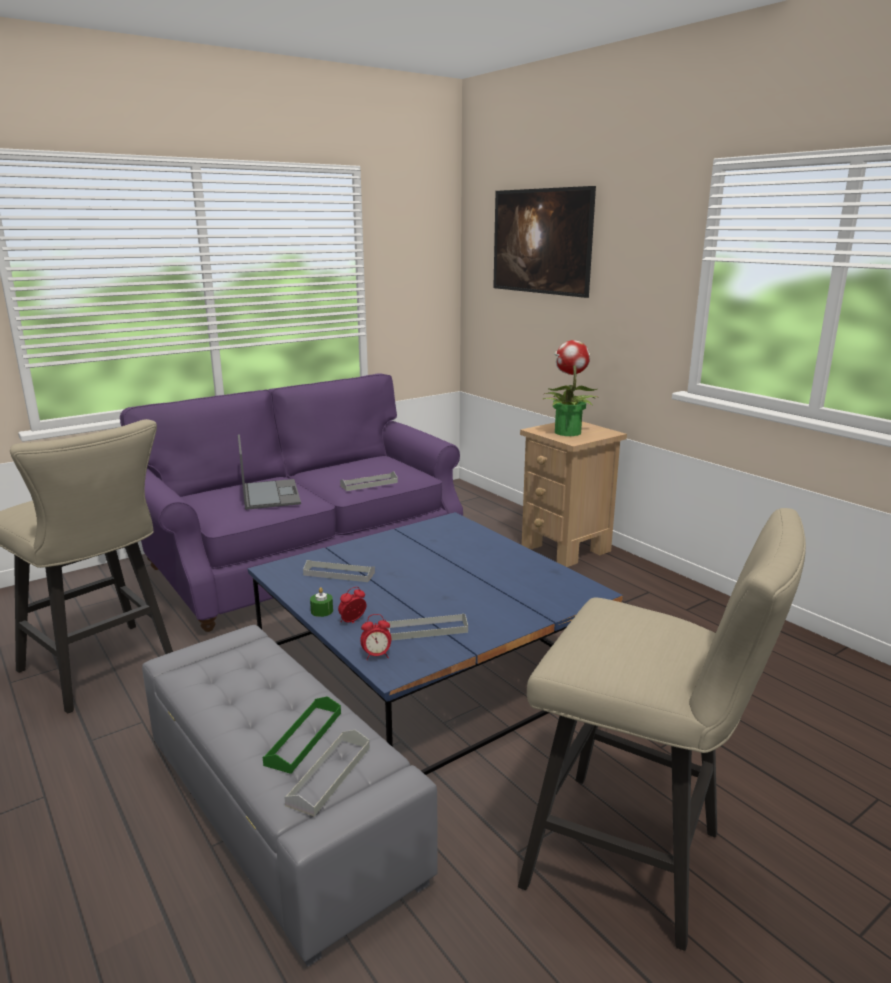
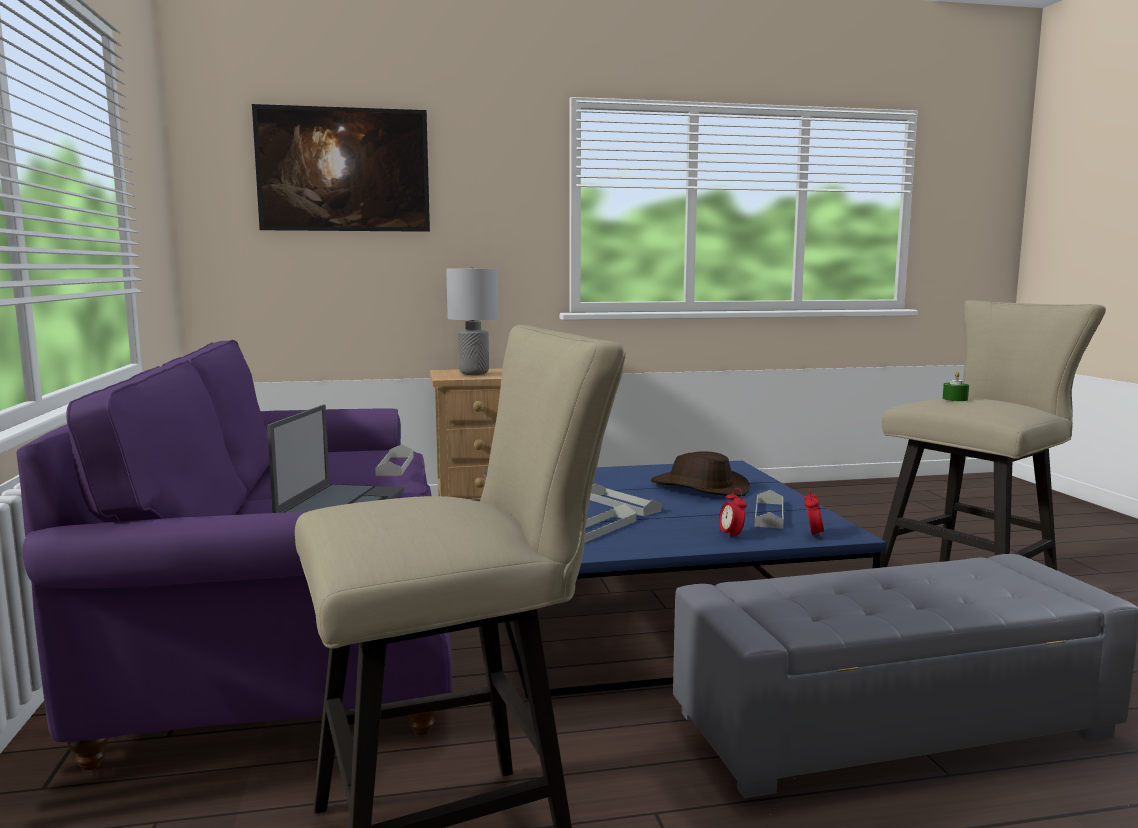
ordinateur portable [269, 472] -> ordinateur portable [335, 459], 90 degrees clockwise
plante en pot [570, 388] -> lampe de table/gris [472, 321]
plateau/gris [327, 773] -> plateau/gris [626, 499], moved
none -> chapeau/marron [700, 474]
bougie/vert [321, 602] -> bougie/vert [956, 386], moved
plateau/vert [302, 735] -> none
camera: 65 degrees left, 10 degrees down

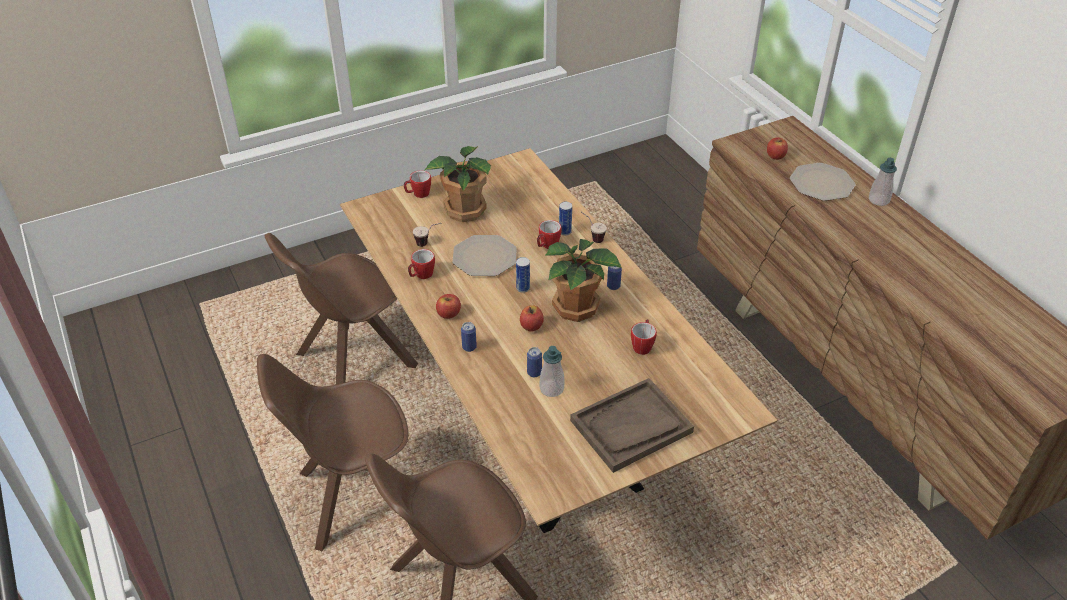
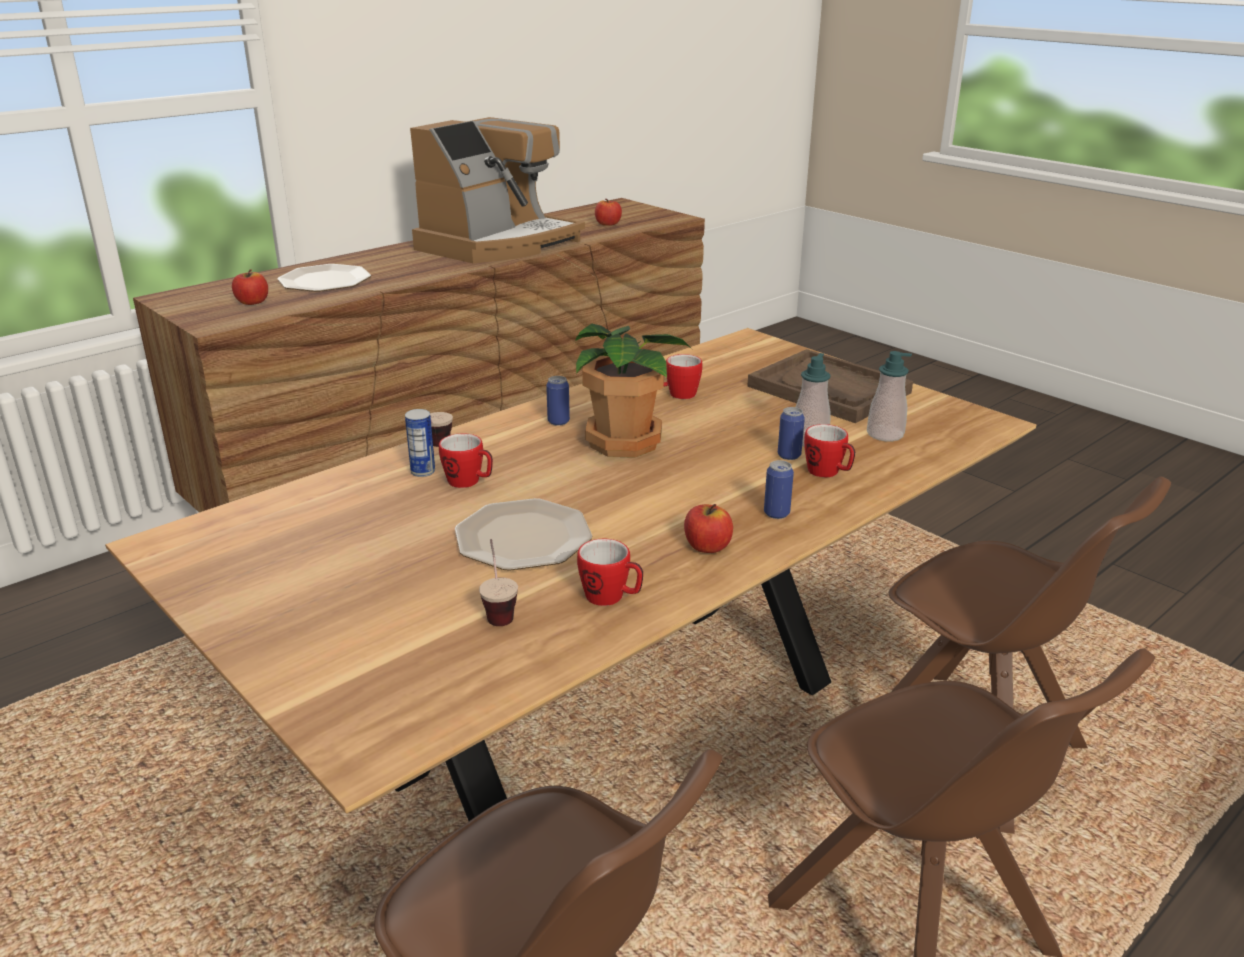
none -> machine à café [497, 190]
pomme [532, 318] -> pomme [608, 212], moved
mug [417, 184] -> mug [829, 450], moved
distributeur de savon [883, 182] -> distributeur de savon [889, 396], moved
plante en pot [457, 184] -> none
boîte métallique [523, 275] -> none
camera: 105 degrees left, 15 degrees down

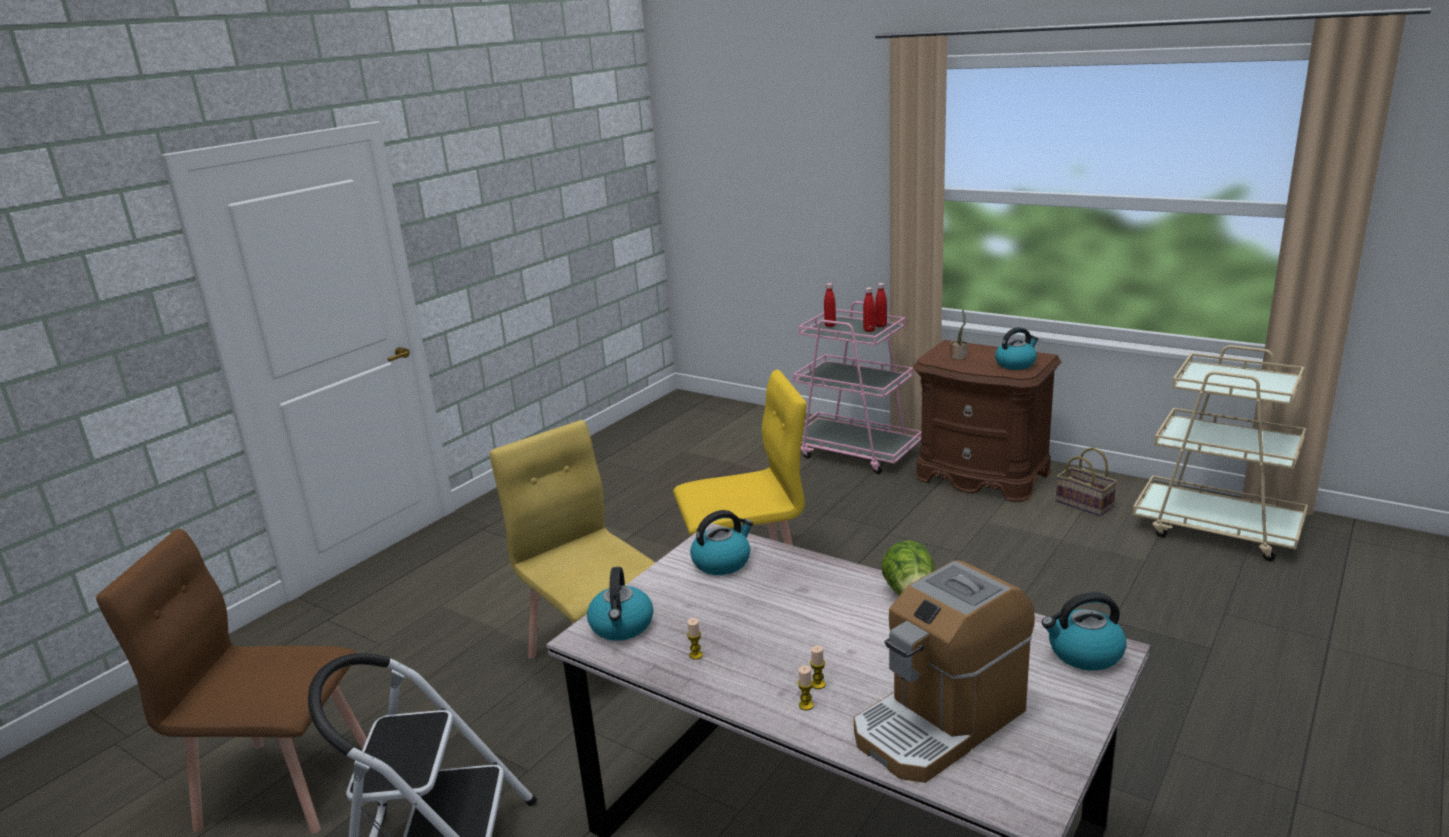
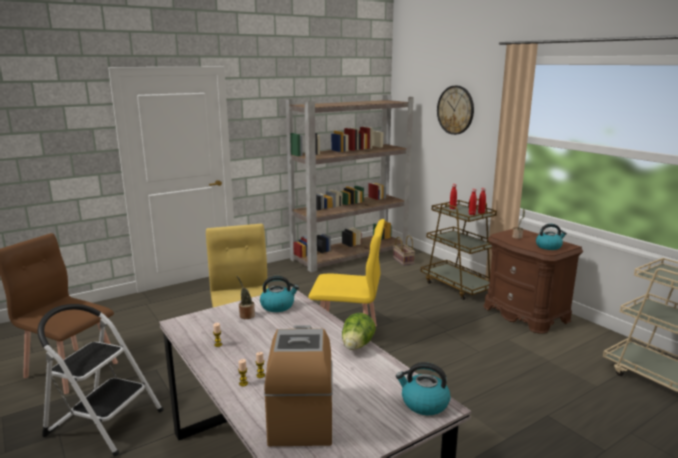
none -> plante en pot [245, 297]
machine à café [944, 672] -> machine à café [298, 385], 105 degrees clockwise
none -> bibliothèque/marron [350, 184]
panier [1086, 482] -> panier [404, 250], moved
chariot/rose [857, 387] -> chariot/marron [459, 249]
none -> horloge murale [455, 110]
bouilloire [620, 604] -> none
camera: 20 degrees right, 5 degrees down

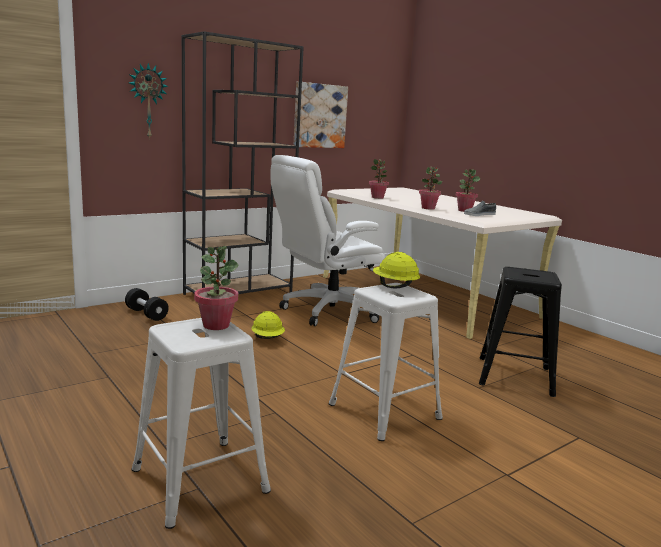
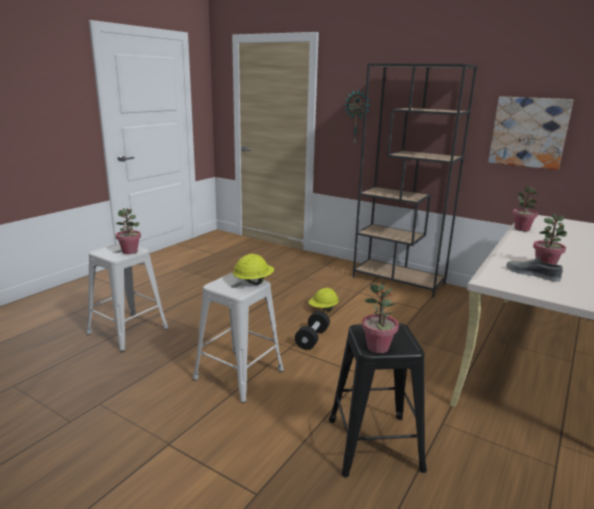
haltère/noir [147, 304] -> haltère/noir [312, 330], moved
plante en pot [430, 188] -> plante en pot [380, 318], moved
chaise de bureau/blanc [327, 240] -> none
camera: 70 degrees right, 5 degrees up

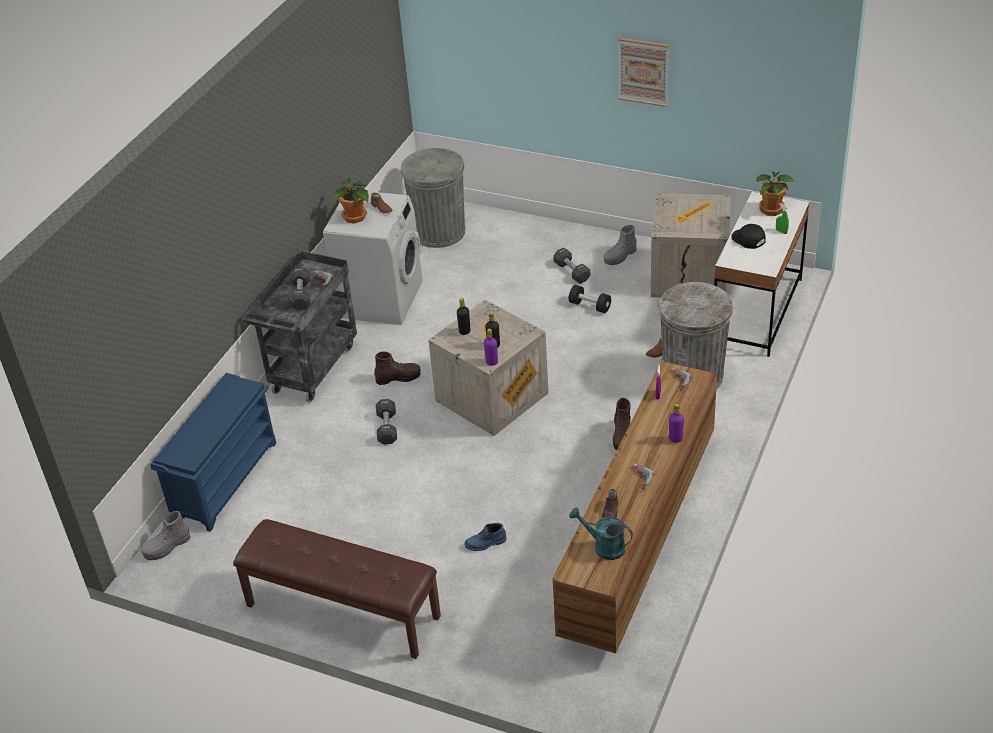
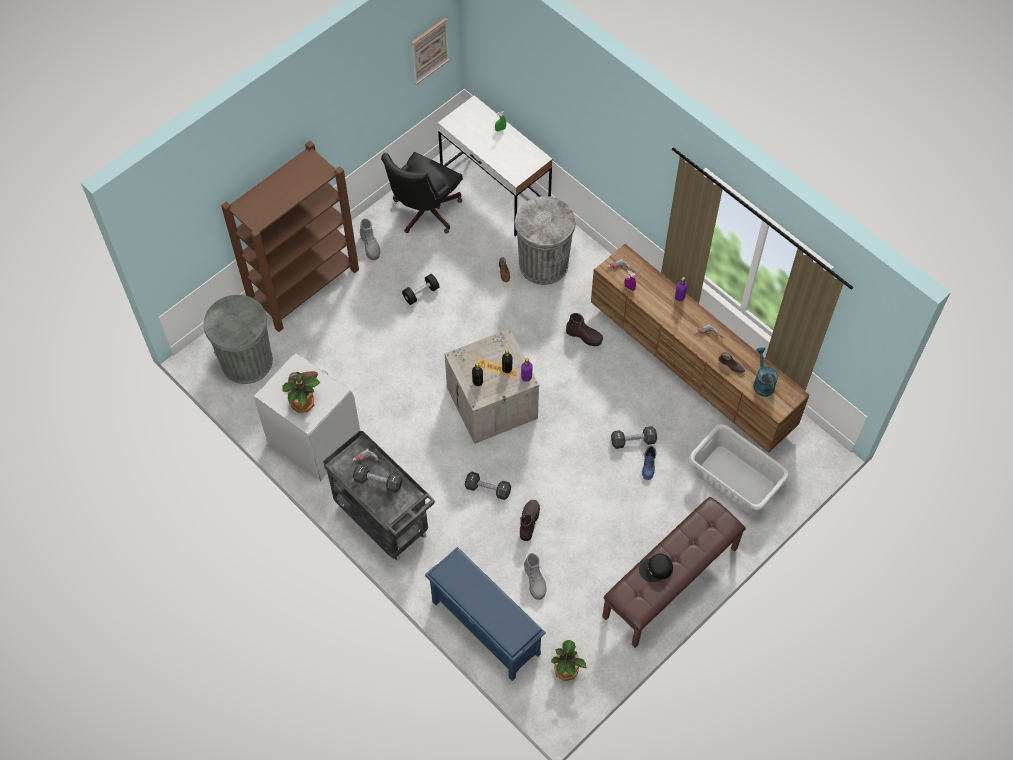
none -> bibliothèque/marron [290, 236]
caisse [691, 245] -> chaise de bureau/noir [422, 192]
tableau [643, 72] -> tableau [430, 51], moved
botte/marron [397, 368] -> botte/marron [530, 520], moved
botte/gris [166, 535] -> botte/gris [535, 576], moved
plante en pot [775, 193] -> plante en pot [569, 660], moved
haltère/noir [572, 266] -> haltère/noir [634, 437], moved
casquette/noir [748, 236] -> casquette/noir [656, 568], moved
none -> panier à linge/gris [739, 468]
arrosoir/turquoise [601, 533] -> arrosoir/turquoise [765, 372], 120 degrees clockwise
camera: 70 degrees left, 20 degrees up

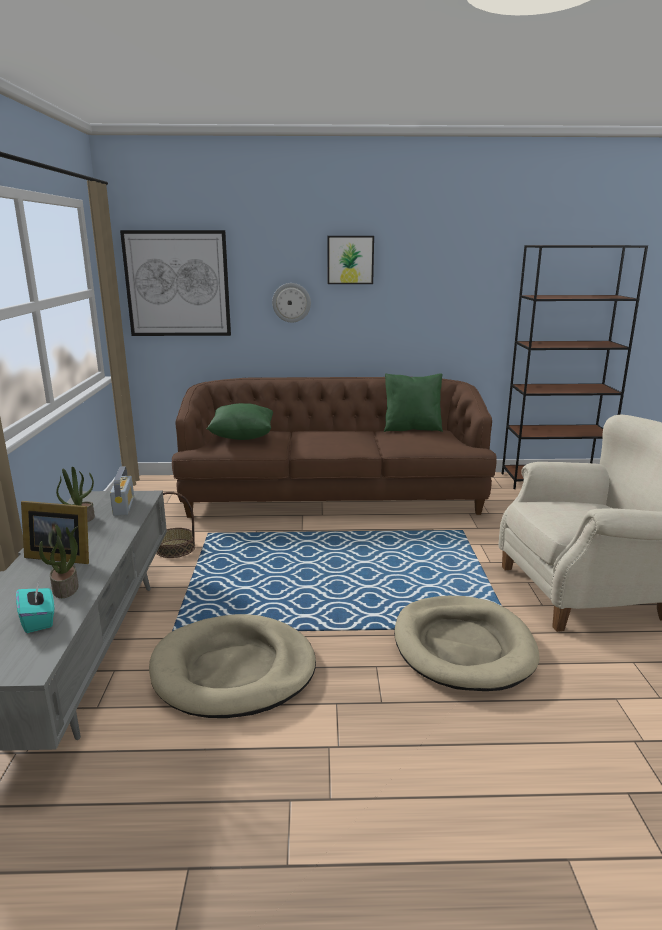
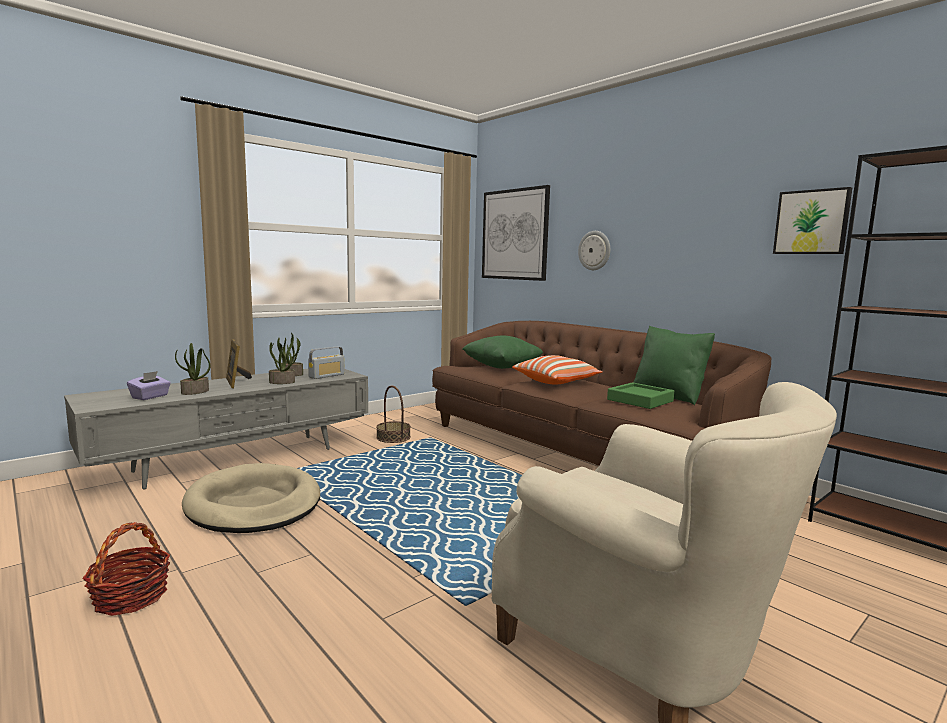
none -> panier [126, 569]
boîte à mouchoirs/turquoise [35, 608] -> boîte à mouchoirs/violet [149, 385]
none -> plante en pot [282, 361]
none -> coussin [557, 369]
none -> plateau/vert [640, 395]
tableau [350, 260] -> tableau [812, 220], moved
panier pour chien/beige [466, 643] -> none
camera: 50 degrees right, 10 degrees down

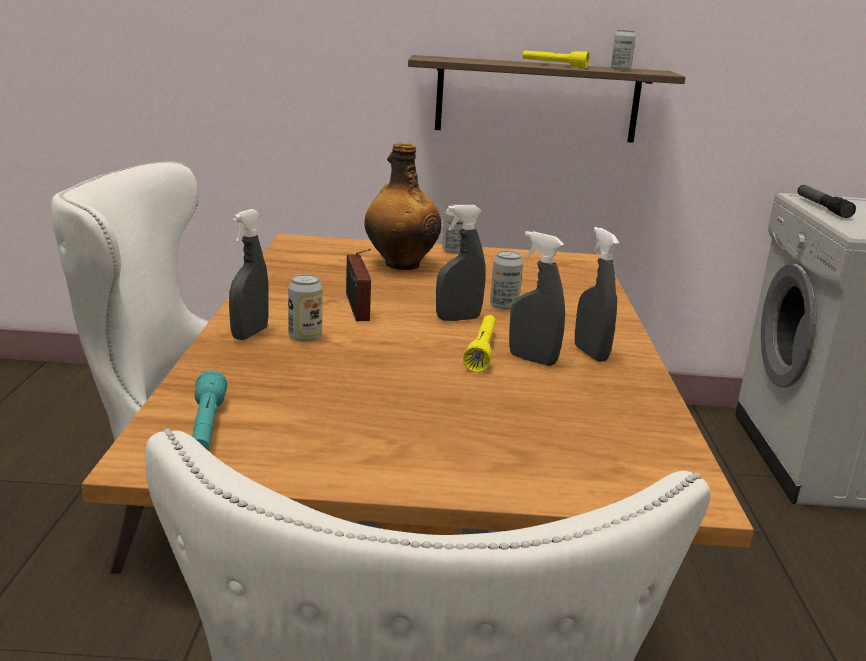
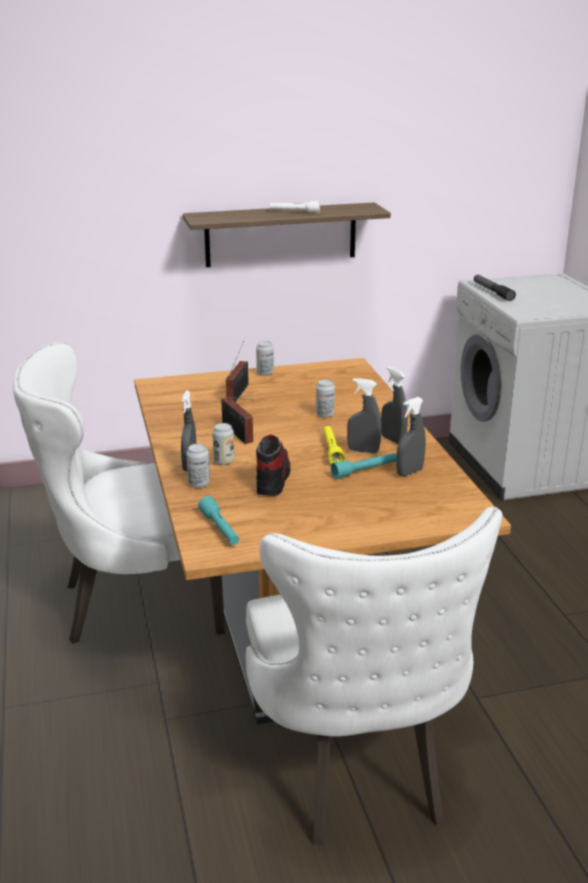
boîte métallique [623, 50] -> boîte métallique [198, 466], moved
bouteille [403, 206] -> radio [237, 371]
none -> chaussure [273, 465]
lampe de poche/jaune [556, 59] -> lampe de poche/blanc [295, 207]
none -> lampe de poche/turquoise [364, 466]
vaporisateur/gris [461, 263] -> vaporisateur/gris [411, 437], moved
camera: 15 degrees left, 5 degrees up

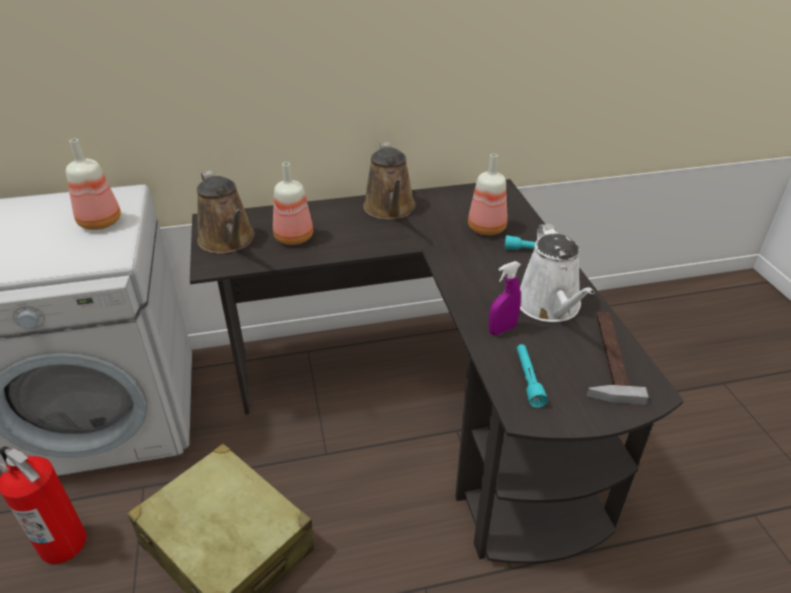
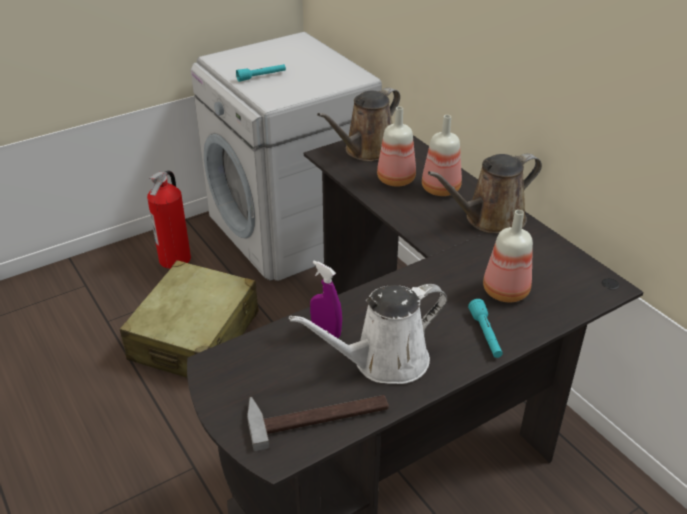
lampe de poche/turquoise [532, 376] -> lampe de poche/turquoise [261, 73], moved
bouteille [93, 184] -> bouteille [442, 155], moved
camera: 70 degrees right, 0 degrees up

